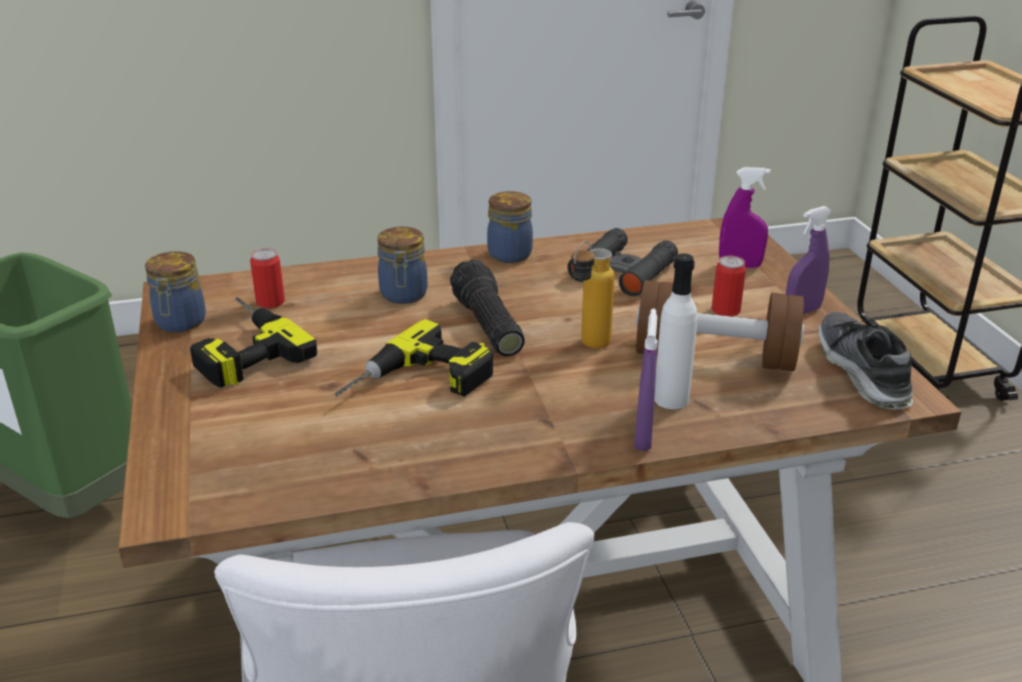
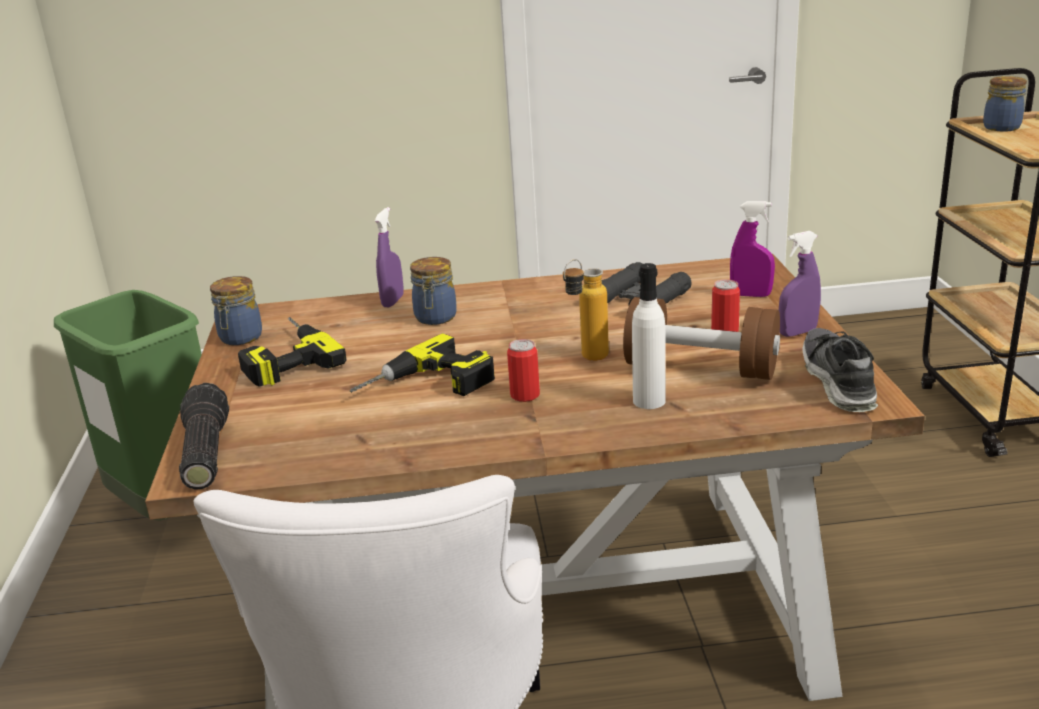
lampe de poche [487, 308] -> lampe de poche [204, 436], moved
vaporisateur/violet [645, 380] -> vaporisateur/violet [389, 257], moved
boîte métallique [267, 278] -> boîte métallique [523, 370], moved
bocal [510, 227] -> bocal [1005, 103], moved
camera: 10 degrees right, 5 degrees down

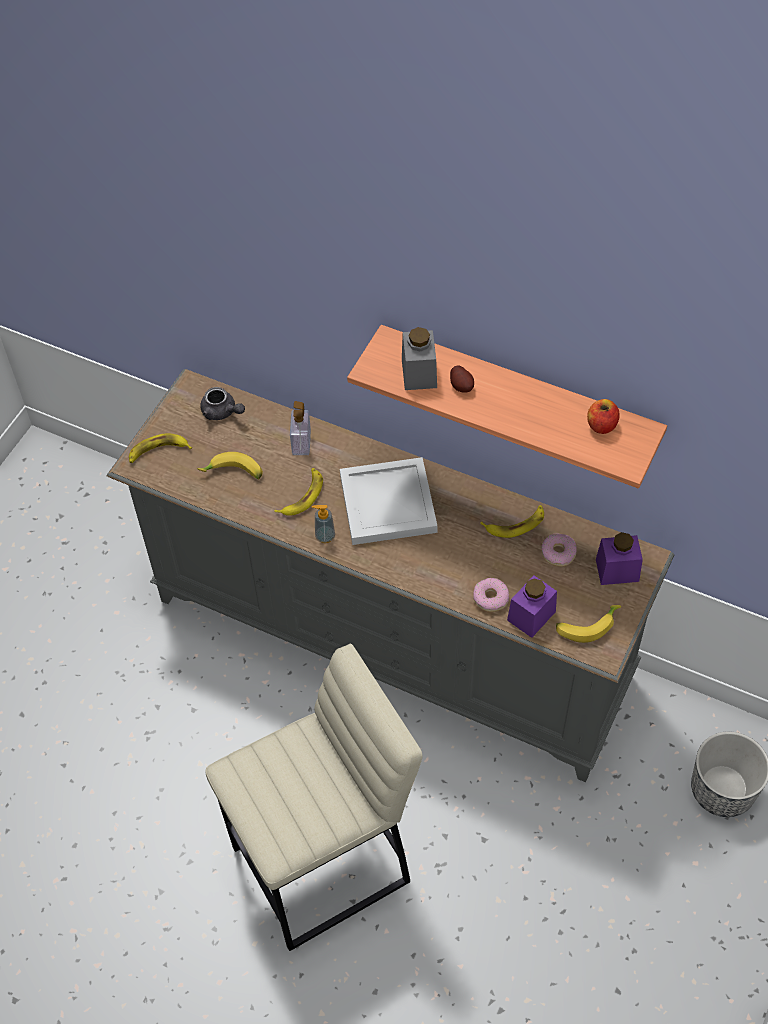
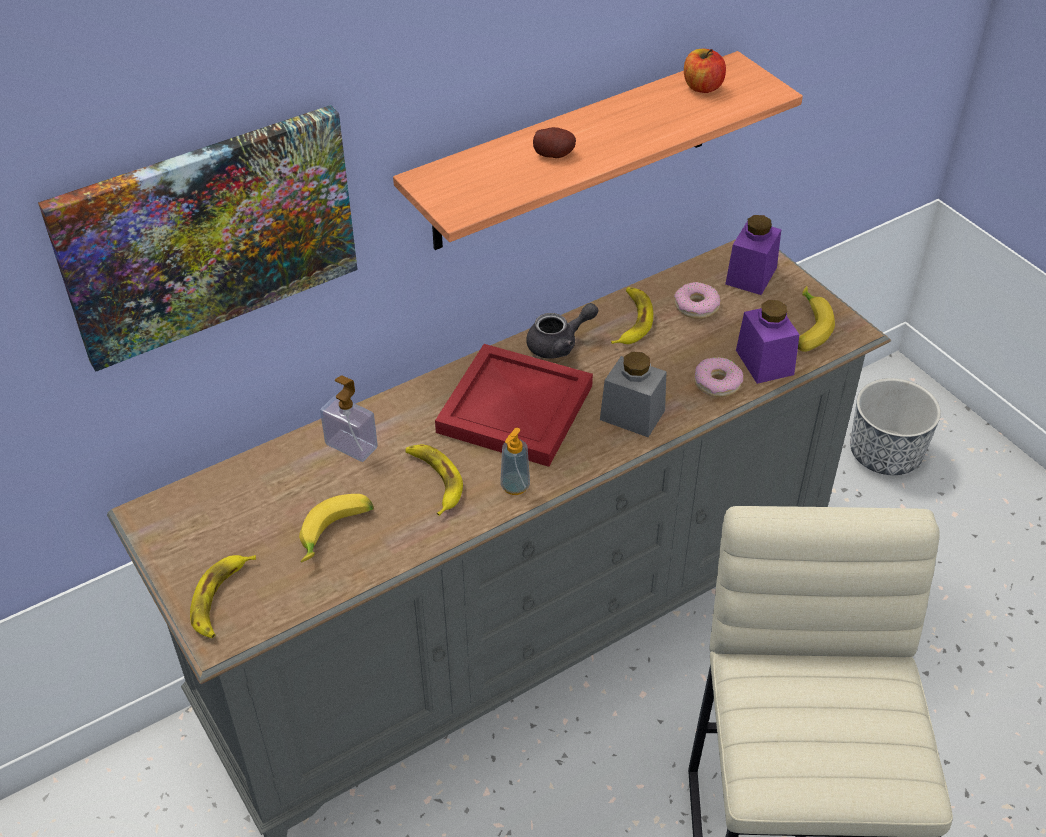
none -> tableau [198, 238]
plateau/blanc [389, 501] -> plateau/rouge [514, 405]
théière/gris [222, 403] -> théière/gris [562, 330], moved
bocal/gris [419, 358] -> bocal/gris [633, 394], moved
camera: 60 degrees left, 10 degrees down

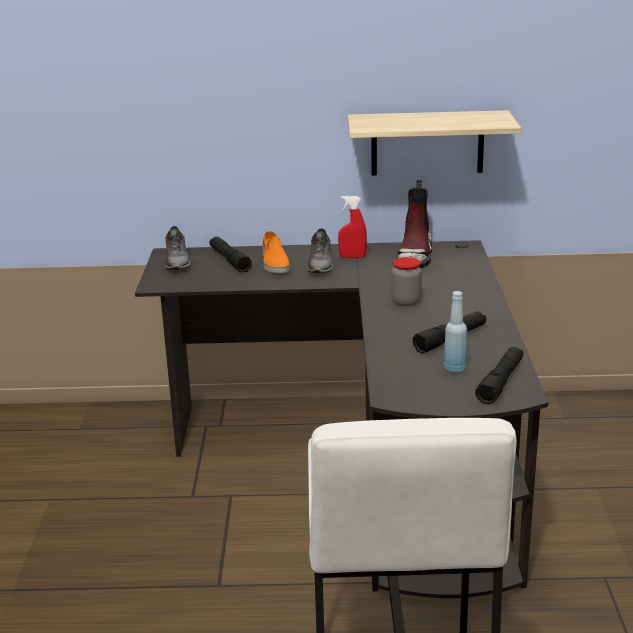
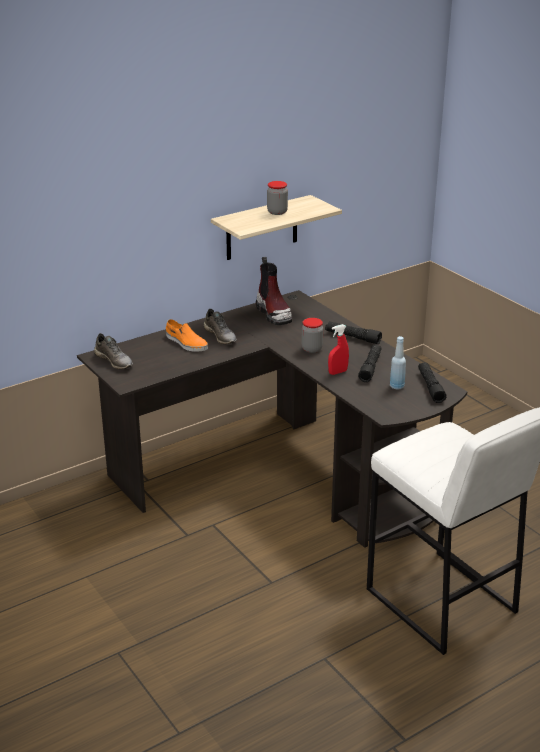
none -> bocal [277, 198]
lampe de poche/noir [230, 254] -> lampe de poche/noir [353, 333], moved
vaporisateur/rouge [352, 227] -> vaporisateur/rouge [338, 349], moved
camera: 35 degrees left, 5 degrees up

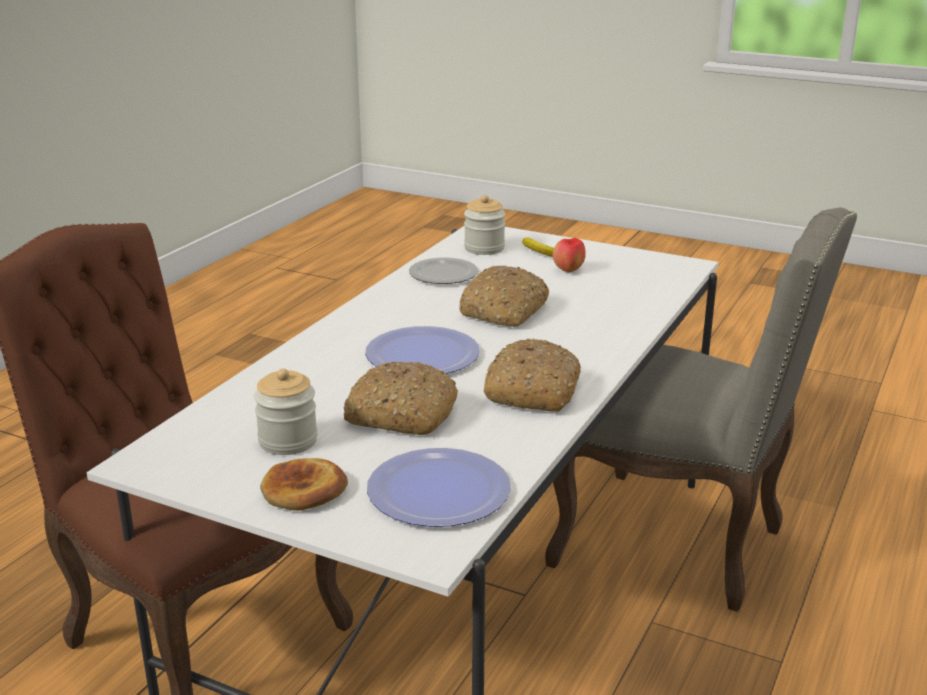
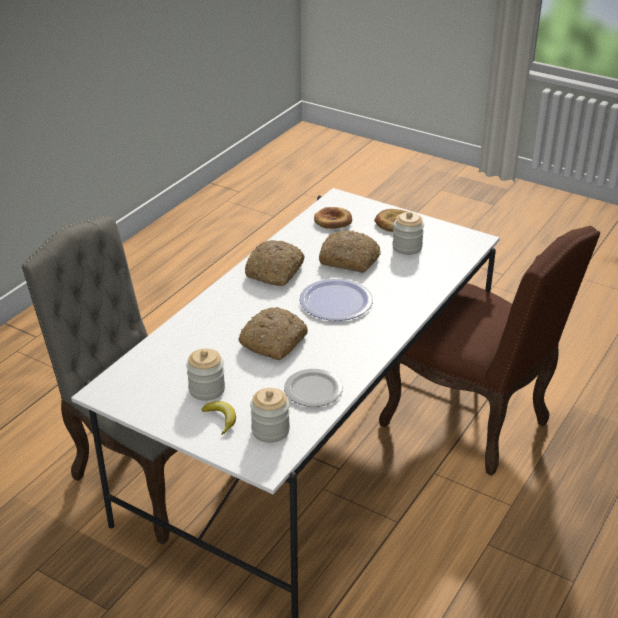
pomme [569, 255] -> bocal [205, 374]
assiette [439, 487] -> pain [333, 218]
camera: 175 degrees left, 10 degrees up

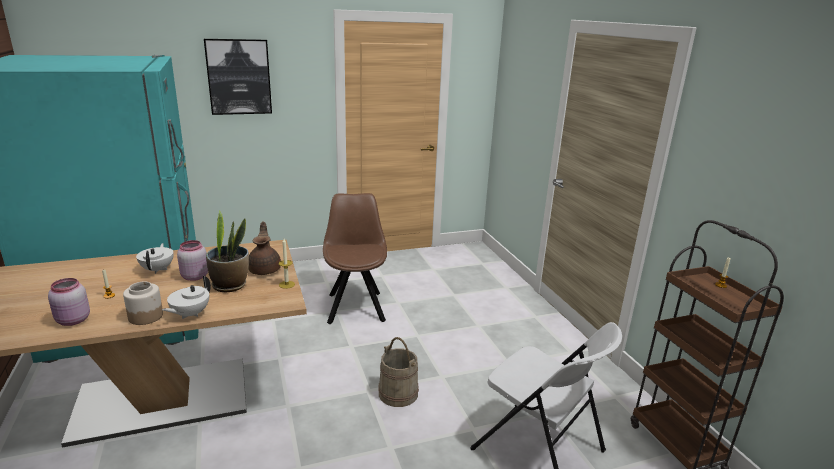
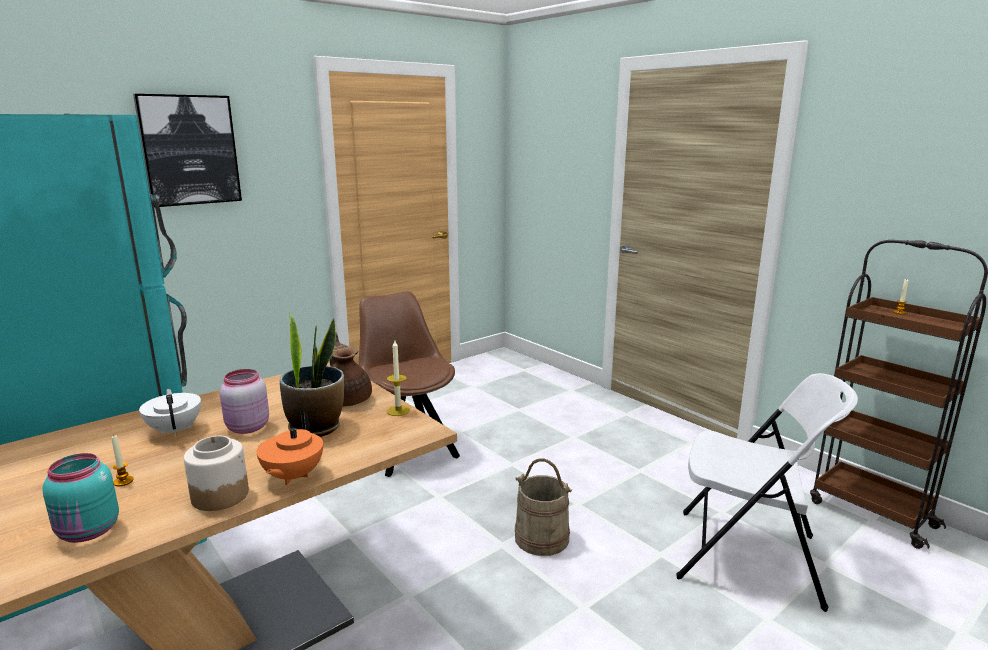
bocal/rose [69, 302] -> bocal/turquoise [80, 498]
théière/blanc [186, 297] -> théière/orange [290, 448]
camera: 20 degrees left, 5 degrees down

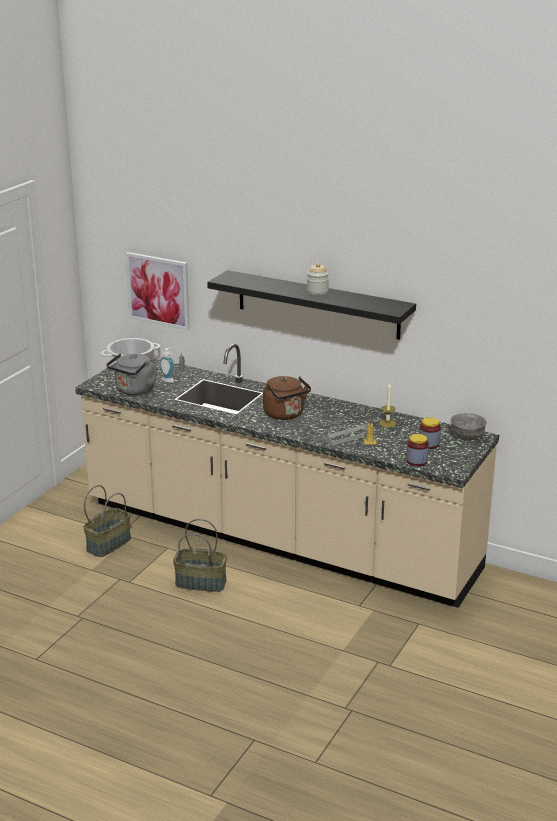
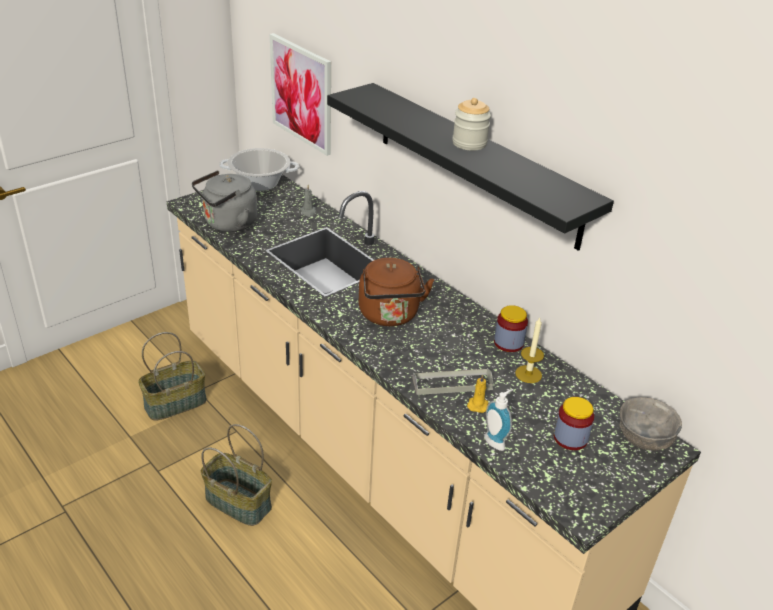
distributeur de savon [167, 365] -> distributeur de savon [498, 420], moved
bocal [418, 450] -> bocal [511, 328], moved
camera: 20 degrees right, 10 degrees up

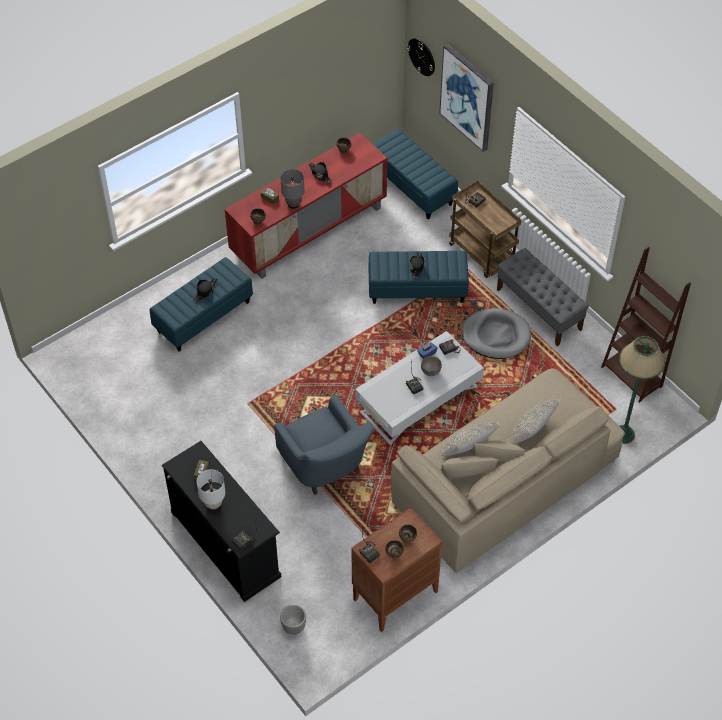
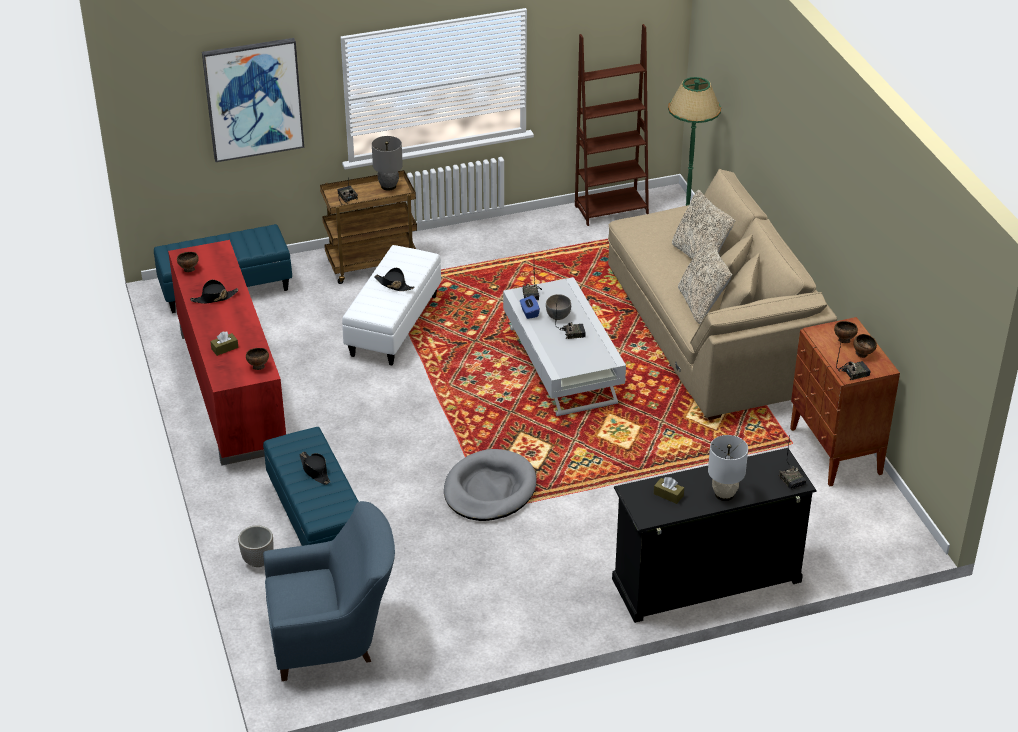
cache-pot [293, 620] -> cache-pot [255, 546], moved
fauteuil/bleu [323, 445] -> fauteuil/bleu [329, 591], moved
pouf/bleu [419, 277] -> pouf/blanc [391, 305]
lampe de table/gris [292, 189] -> lampe de table/gris [387, 163], moved
panier pour chien/gris [496, 333] -> panier pour chien/gris [490, 485], moved
horloge murale [421, 57] -> none
banc/gris [543, 297] -> none
camera: 70 degrees left, 15 degrees down

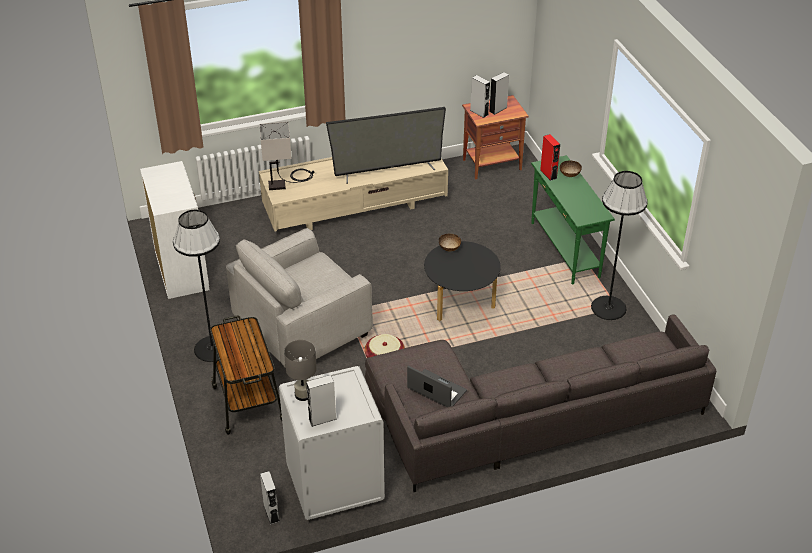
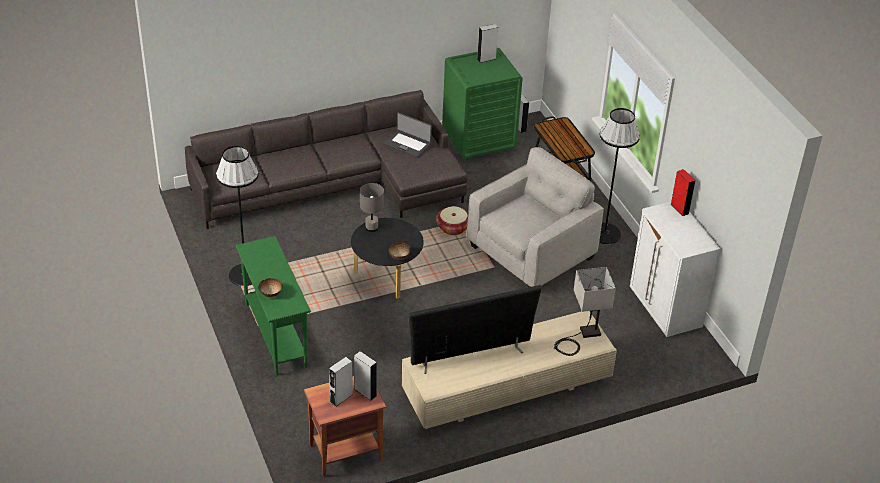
lampe de table/gris [300, 370] -> lampe de table/gris [372, 207], moved
commode/gris [332, 443] -> commode/vert [482, 103]
enceinte/rouge [550, 157] -> enceinte/rouge [683, 192], moved
camera: 175 degrees right, 0 degrees up

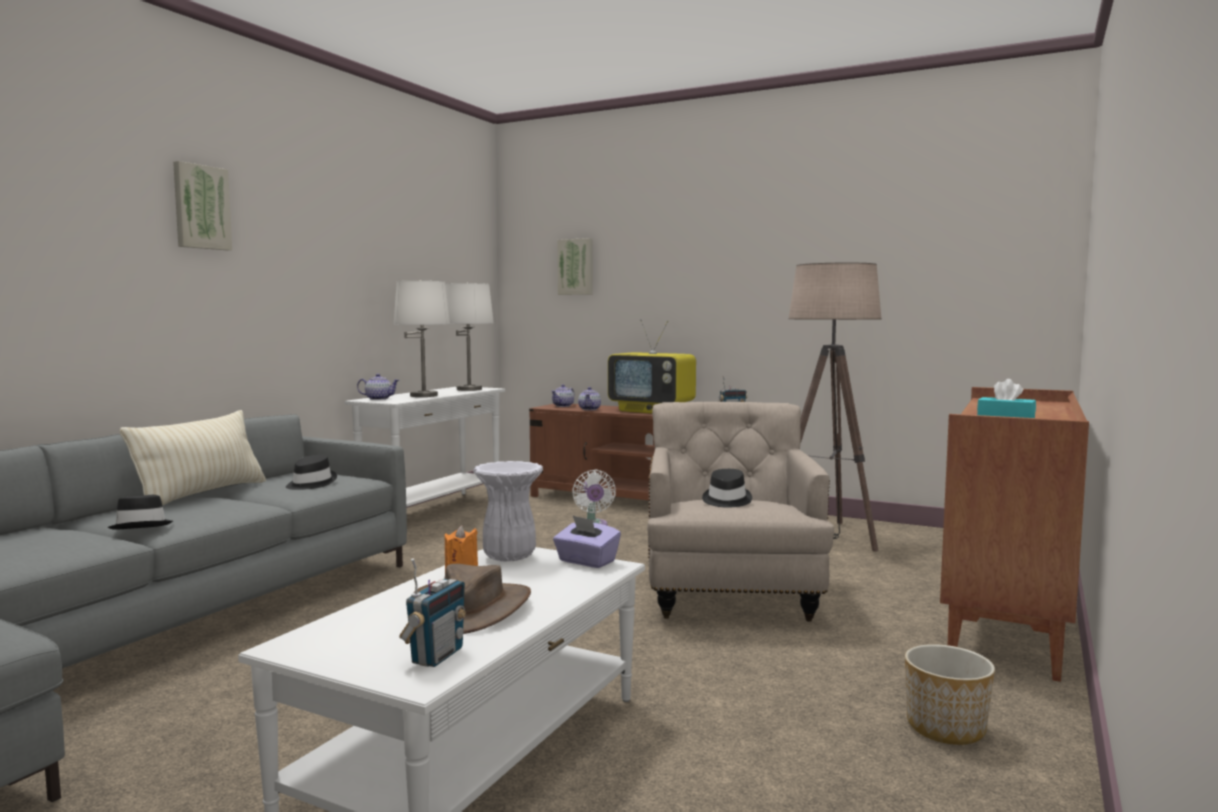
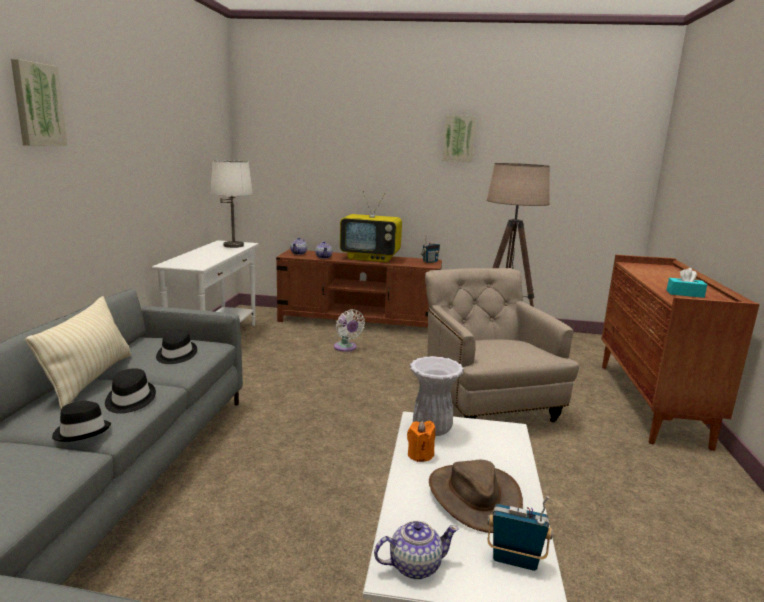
chapeau/noir [727, 488] -> chapeau/noir [130, 391], moved
théière [378, 387] -> théière [416, 550], moved
tableau [574, 266] -> tableau [459, 138], moved
radio [432, 612] -> radio [520, 533], 75 degrees counterclockwise
lampe de table/blanc [422, 338] -> none
boîte à mouchoirs/violet [587, 542] -> none
cache-pot [950, 694] -> none
camera: 20 degrees left, 10 degrees up

